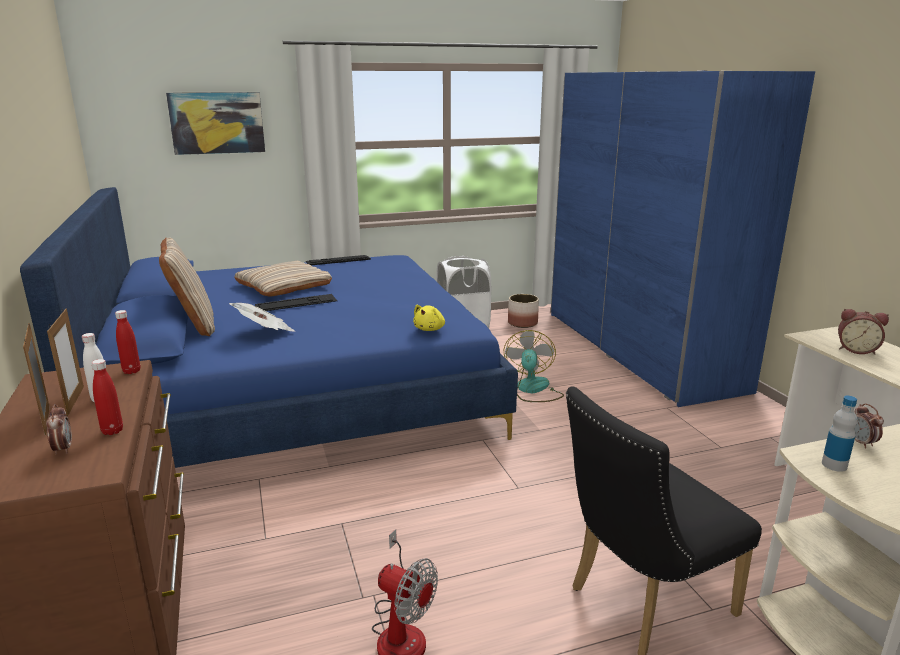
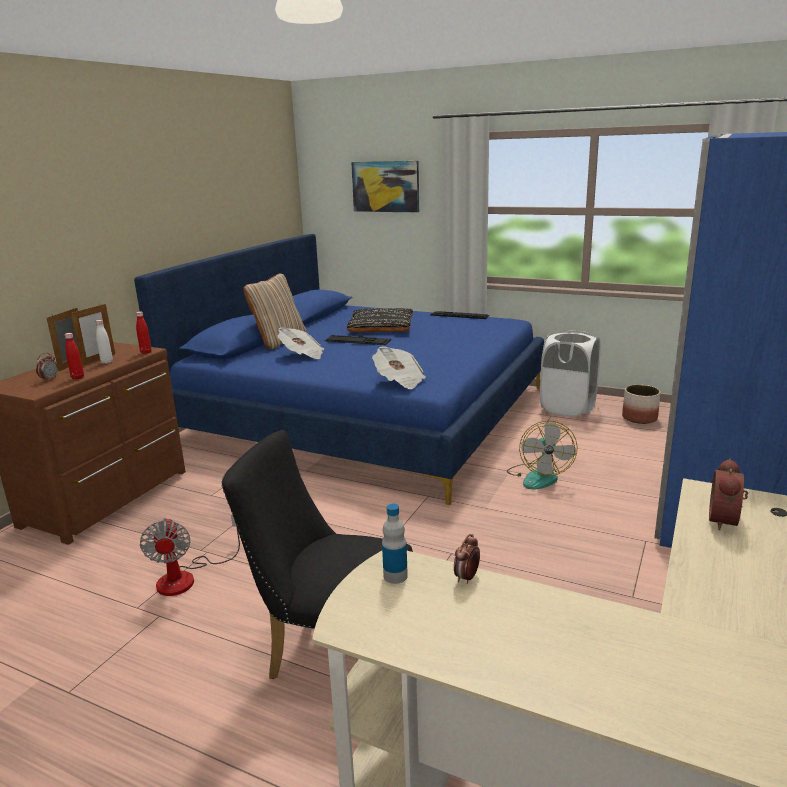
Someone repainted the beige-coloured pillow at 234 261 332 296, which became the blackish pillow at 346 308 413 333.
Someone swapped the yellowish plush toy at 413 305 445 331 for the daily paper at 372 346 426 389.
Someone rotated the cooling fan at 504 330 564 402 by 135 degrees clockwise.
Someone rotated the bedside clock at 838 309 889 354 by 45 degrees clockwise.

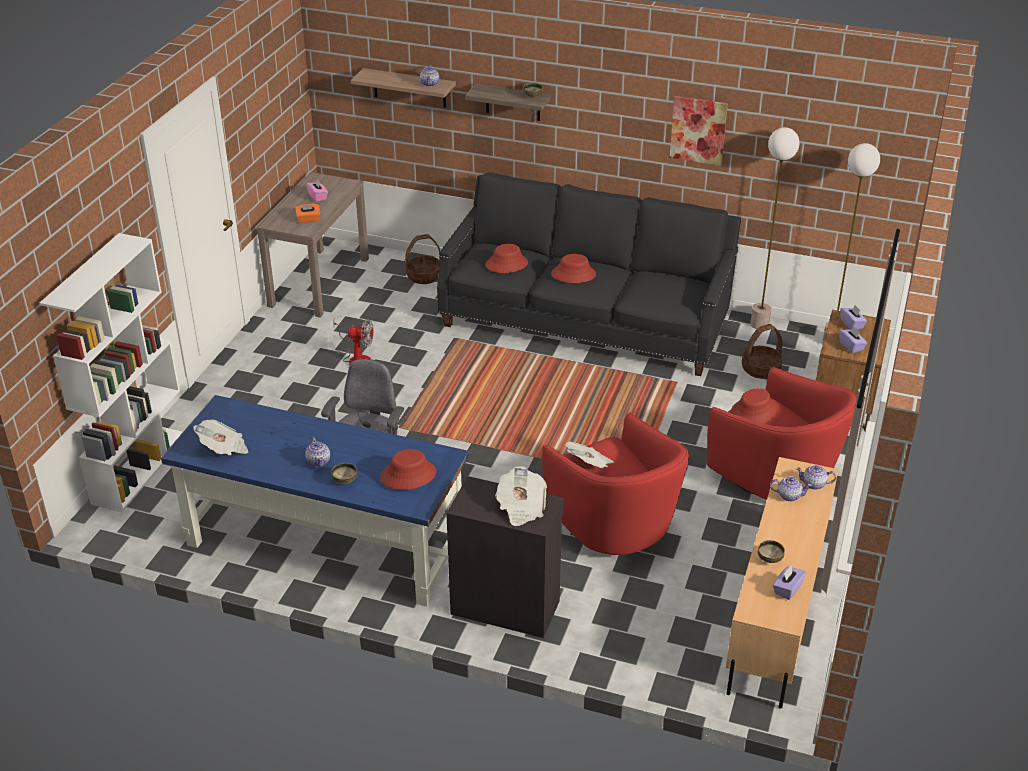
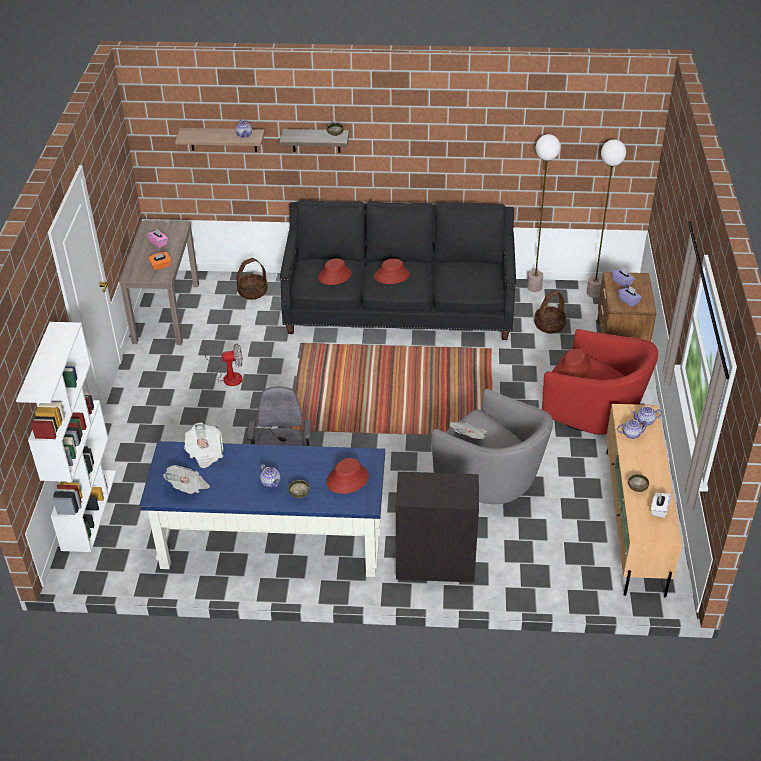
Someone carried the daily paper from 495 466 547 526 to 184 422 223 468.
Someone repainted the reddish lounge chair at 542 413 689 555, which became the grey lounge chair at 432 389 553 504.
Someone repainted the purplish box of tissues at 773 566 806 600, which became the white-coloured box of tissues at 651 493 671 518.
Someone took away the picture at 670 96 728 166.

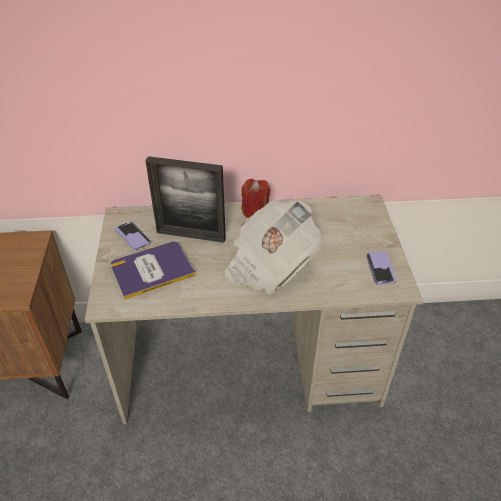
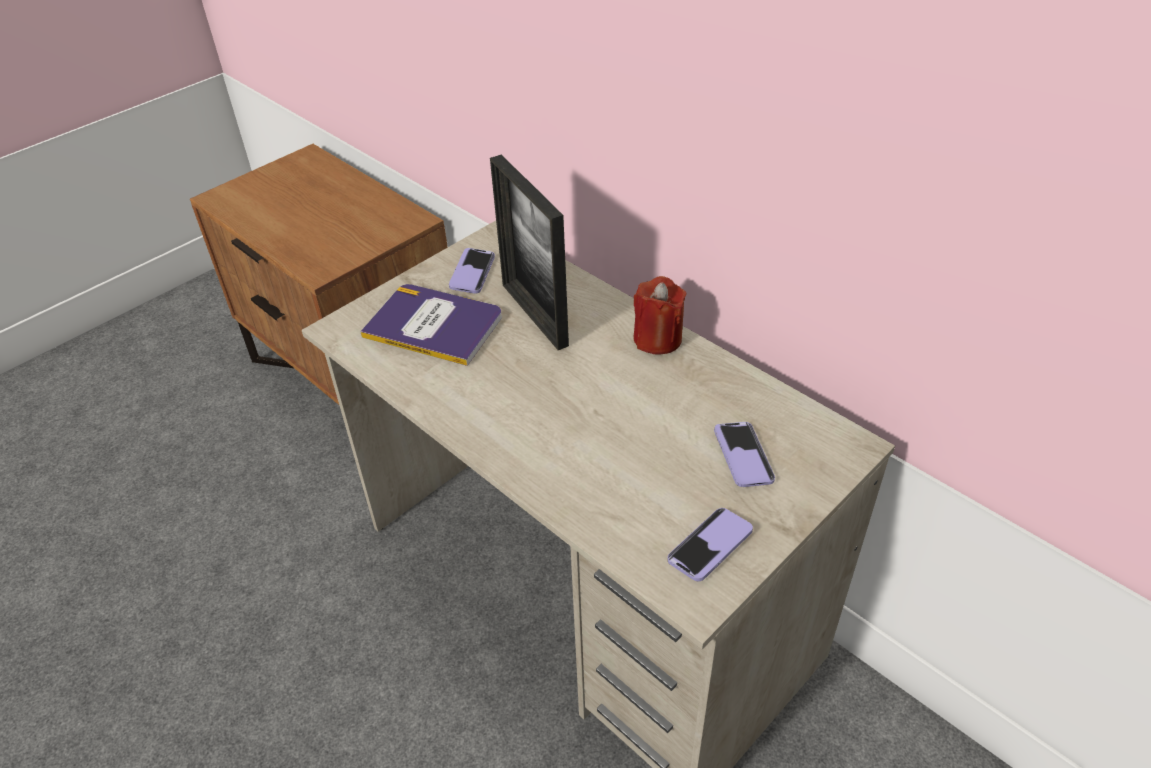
Someone put down the handset at 714 422 775 487.
Someone took away the daily paper at 224 200 321 294.

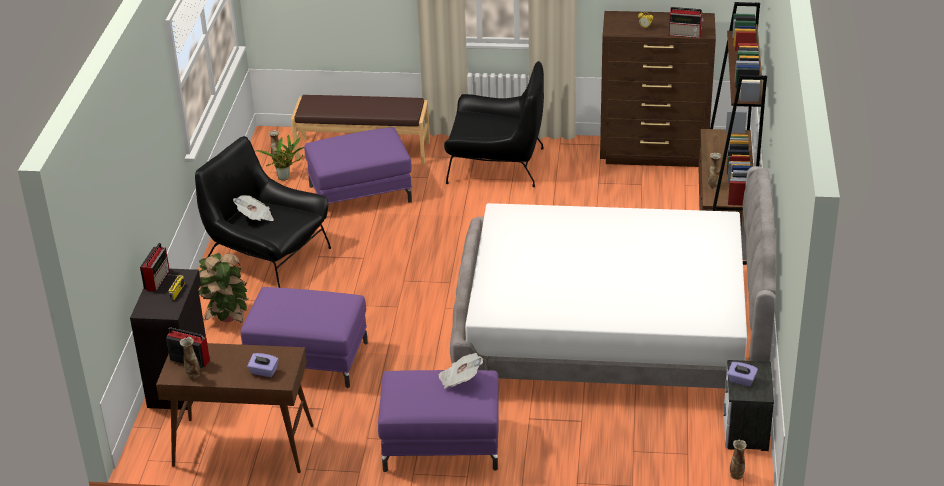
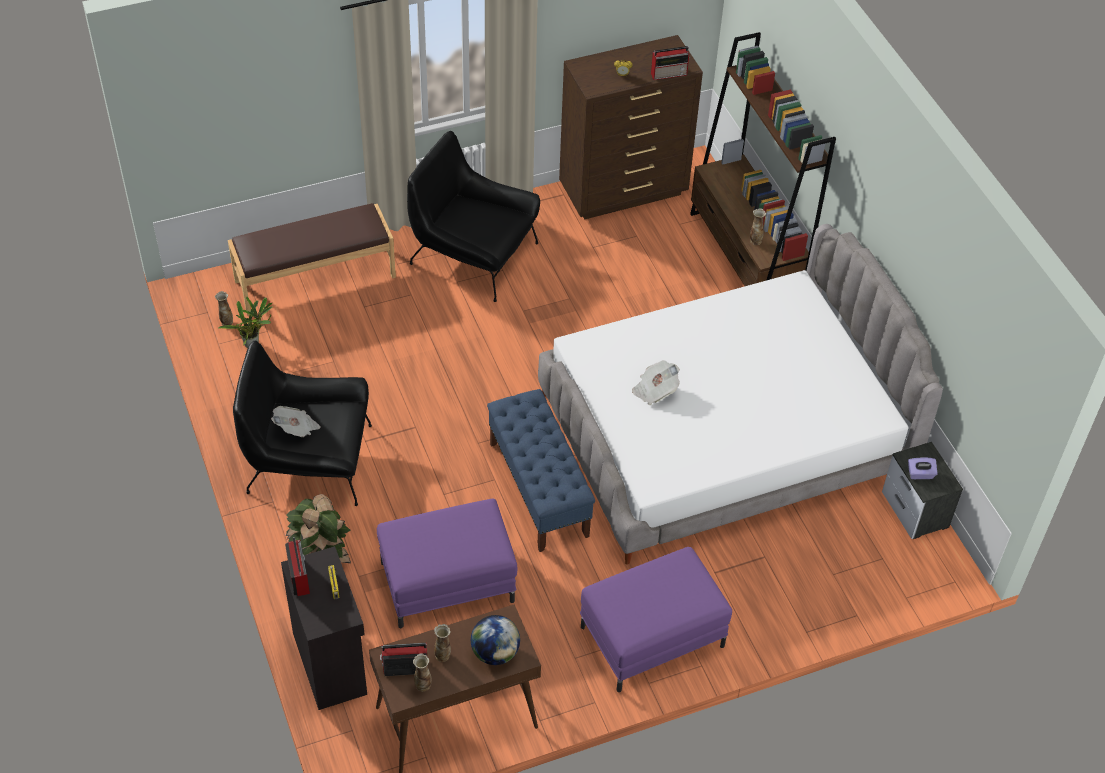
Someone rotated the blackish lounge chair at 444 61 544 187 by 135 degrees counterclockwise.
Someone carried the flower vase from 730 440 747 480 to 434 624 451 662.
Someone swapped the purplish box of tissues at 247 353 279 377 for the globe at 471 615 520 665.
Someone put down the bluish long seat at 487 389 595 552.
Someone carried the daily paper from 438 353 483 389 to 632 360 680 405.
Someone took away the purplish ottoman at 304 127 412 219.

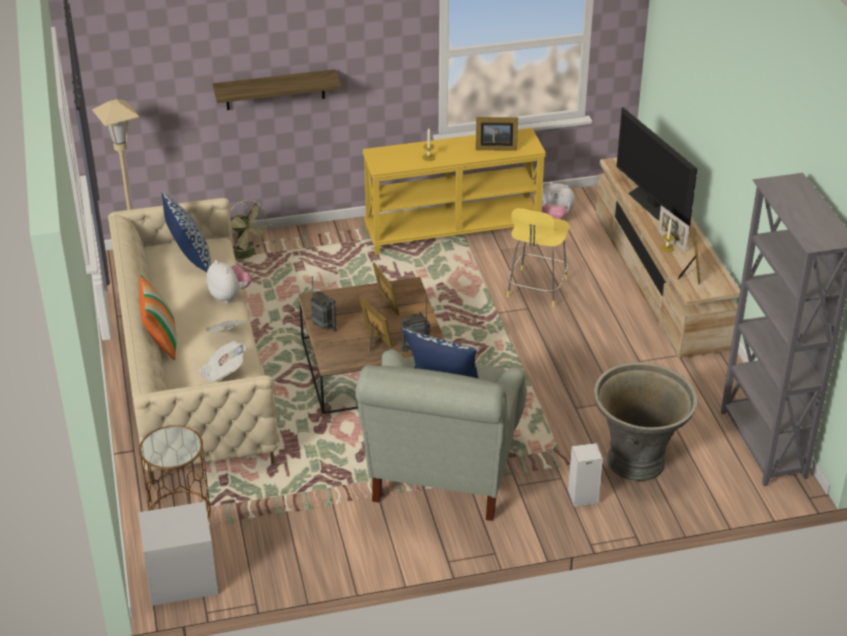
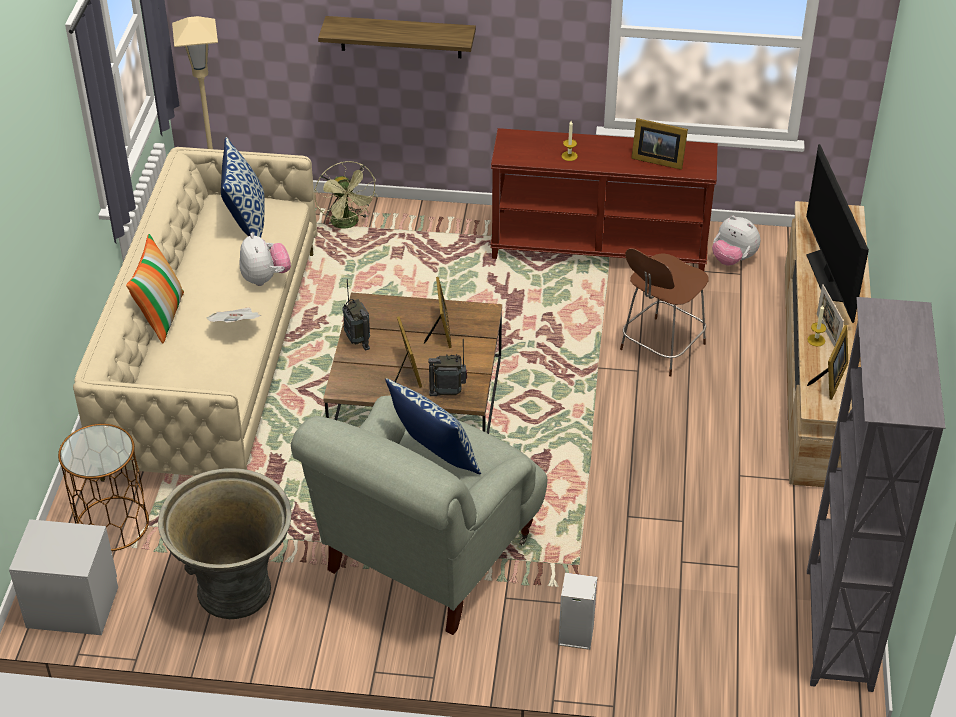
Someone carried the grey plant pot from 594 362 697 481 to 158 468 291 619.
Someone repainted the yellowish narrow table at 363 128 546 255, which became the brown narrow table at 490 128 718 271.
Someone repainted the yellowish sitting stool at 507 208 569 307, which became the brown sitting stool at 620 248 709 376.
Someone took away the daily paper at 198 341 246 384.

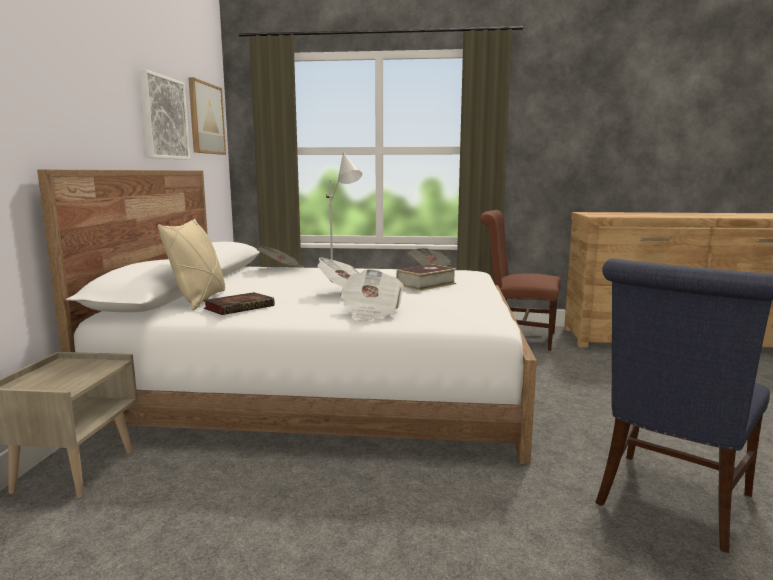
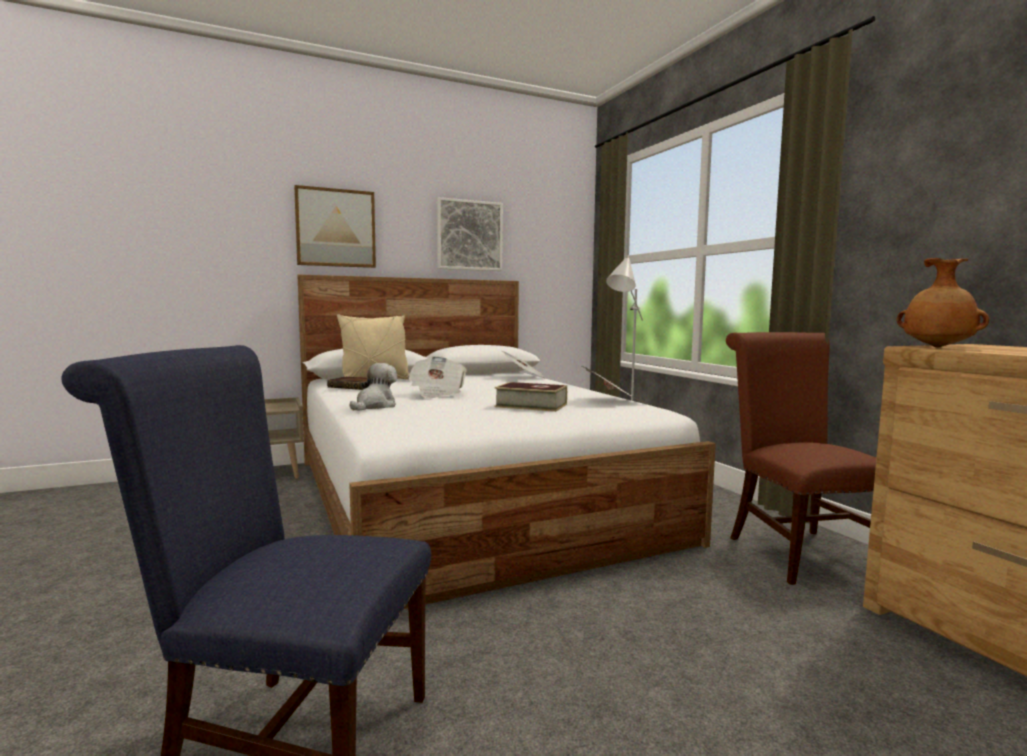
Someone carried the picture from 188 77 226 155 to 294 185 376 268.
Someone swapped the daily paper at 340 269 404 321 for the plush toy at 350 363 397 411.
Someone put down the brown flower vase at 896 258 989 348.

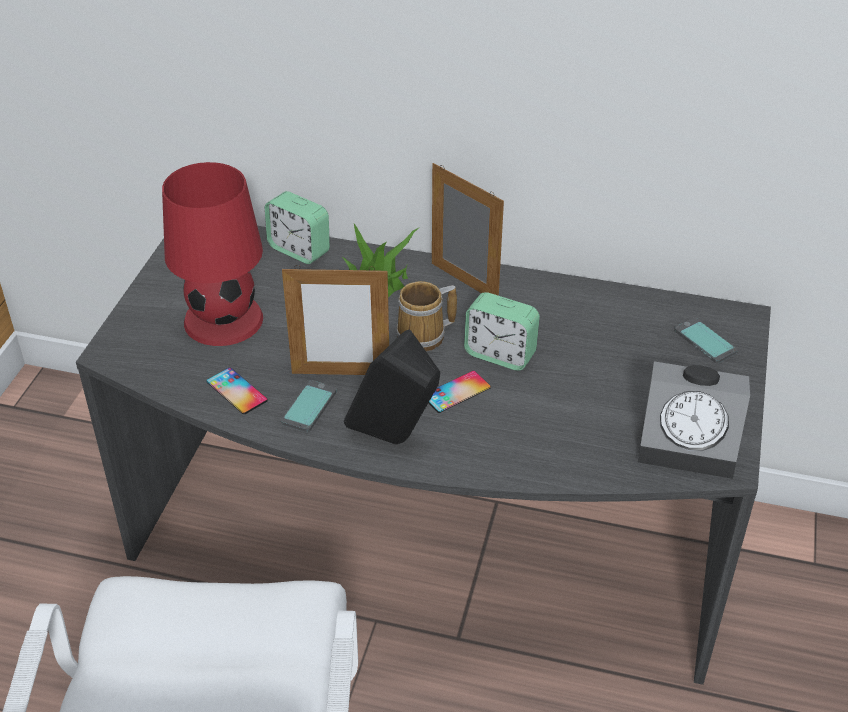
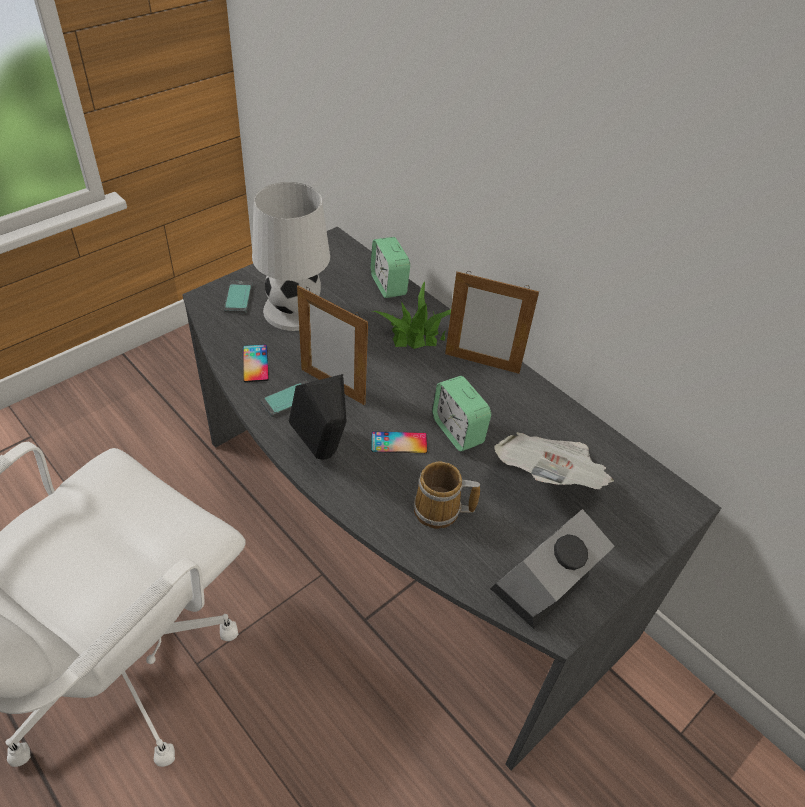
Someone carried the handset from 674 318 738 363 to 224 281 253 313.
Someone repainted the reddish tabletop lamp at 162 162 263 346, which became the white-coloured tabletop lamp at 252 182 330 331.
Someone carried the tea mug from 397 281 457 351 to 414 462 480 529.
Someone rotated the picture frame at 432 163 504 296 by 120 degrees clockwise.
Someone rotated the bedside clock at 638 361 750 479 by 90 degrees clockwise.
Someone put down the daily paper at 495 432 614 489.

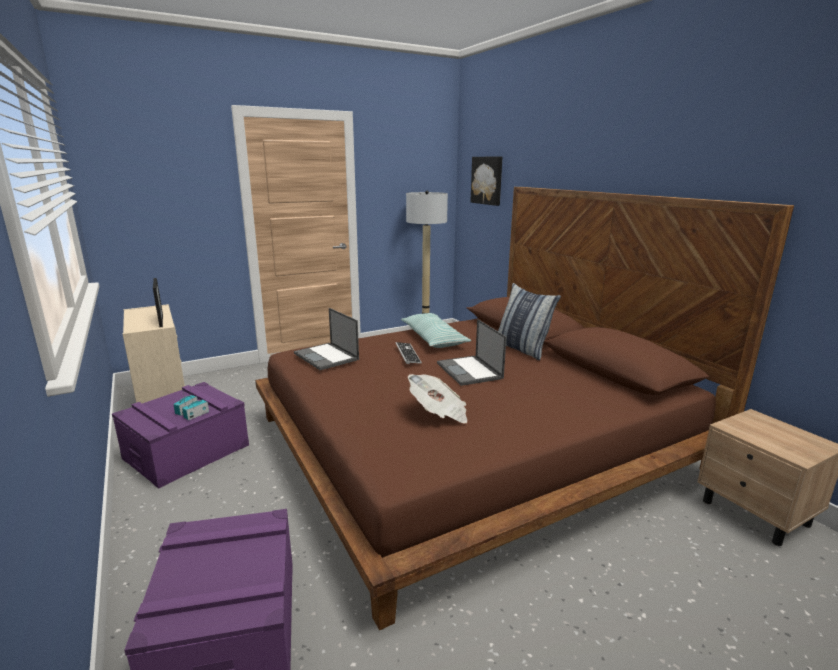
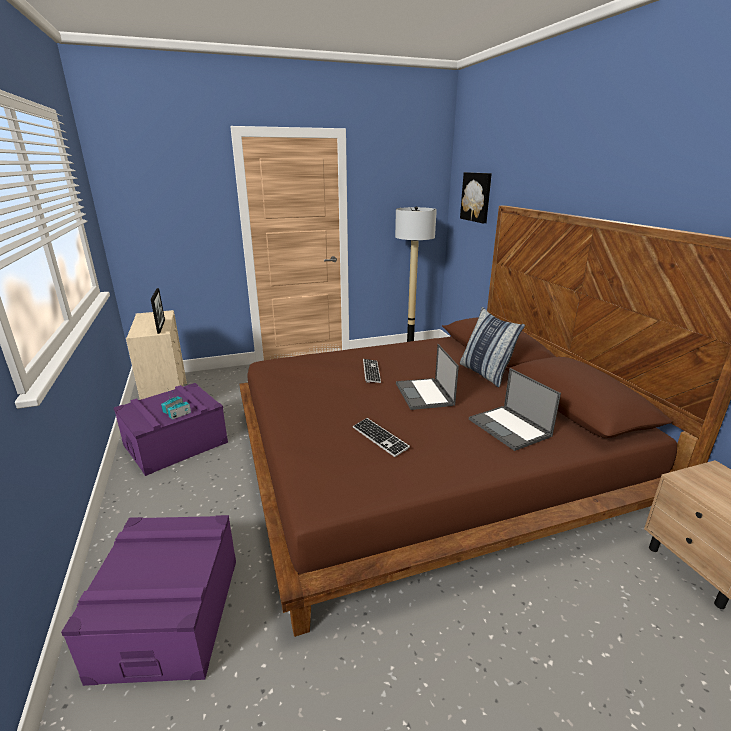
Someone swapped the daily paper at 408 374 467 423 for the computer keyboard at 353 418 410 457.
Someone carried the portable computer from 294 308 359 370 to 469 368 561 451.
Someone took away the pillow at 401 313 471 348.

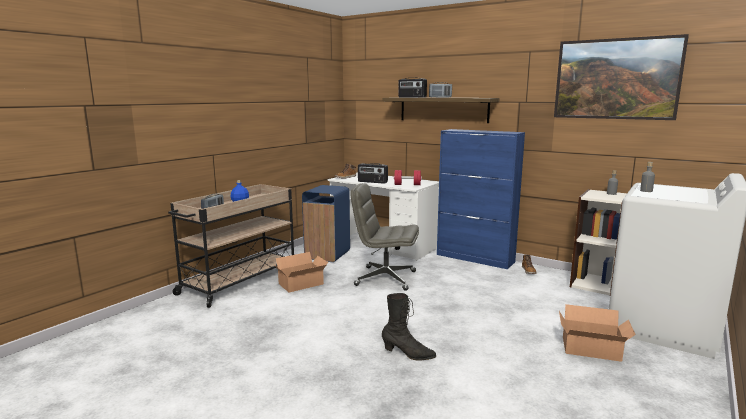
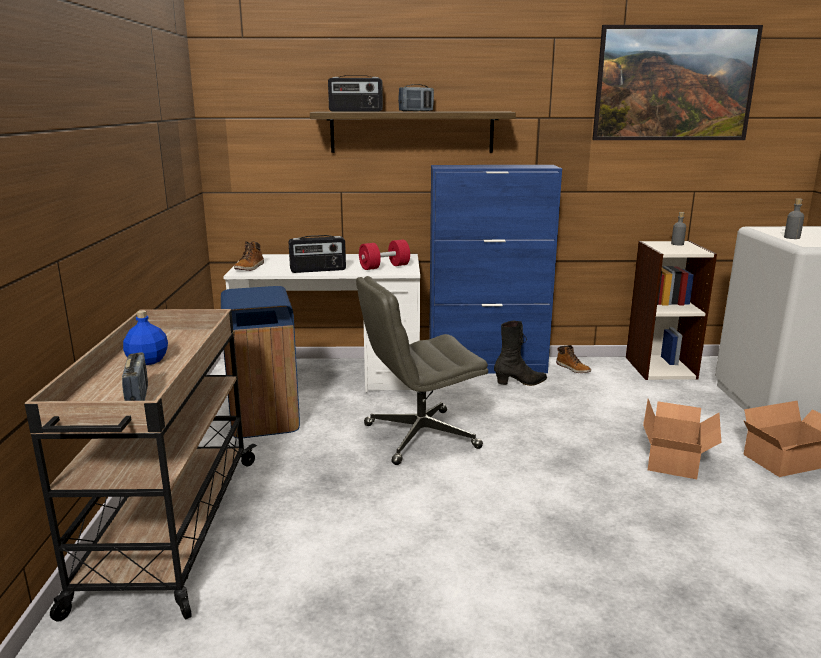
Someone carried the blackish tall boot from 382 293 436 361 to 494 321 547 386.
Someone carried the carton from 273 252 328 292 to 643 399 721 479.

